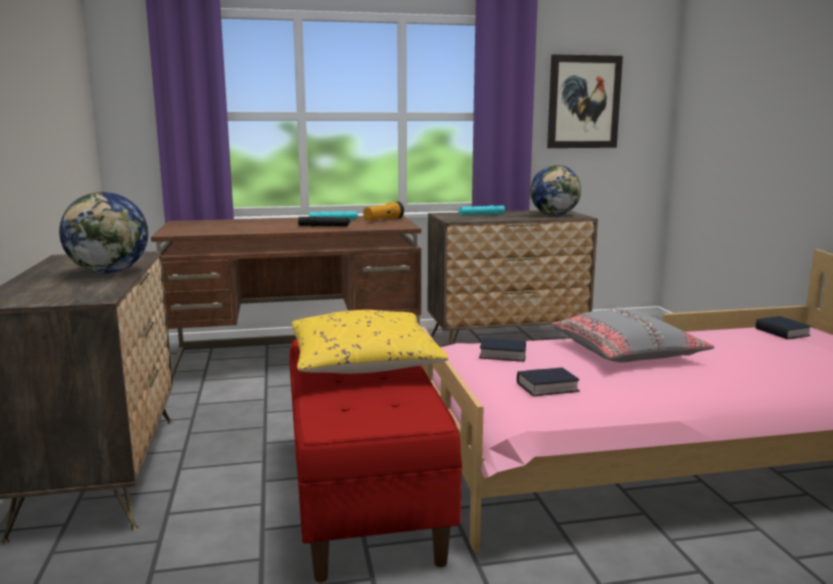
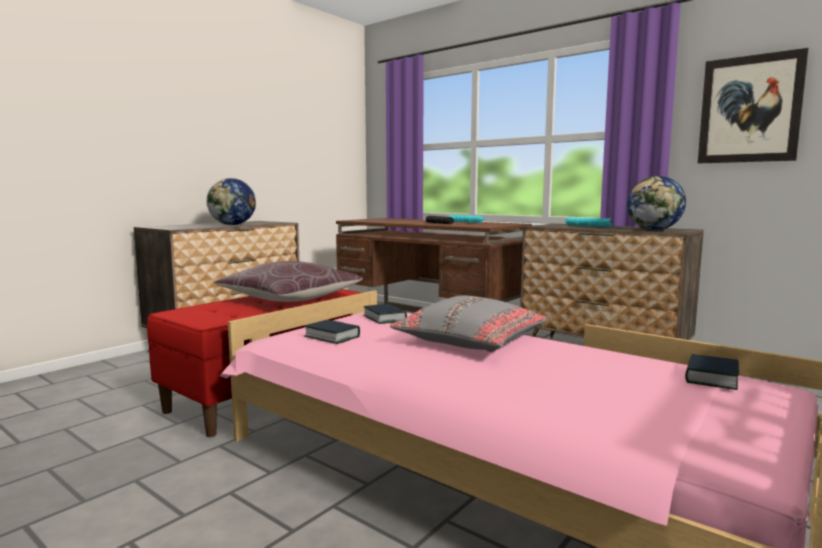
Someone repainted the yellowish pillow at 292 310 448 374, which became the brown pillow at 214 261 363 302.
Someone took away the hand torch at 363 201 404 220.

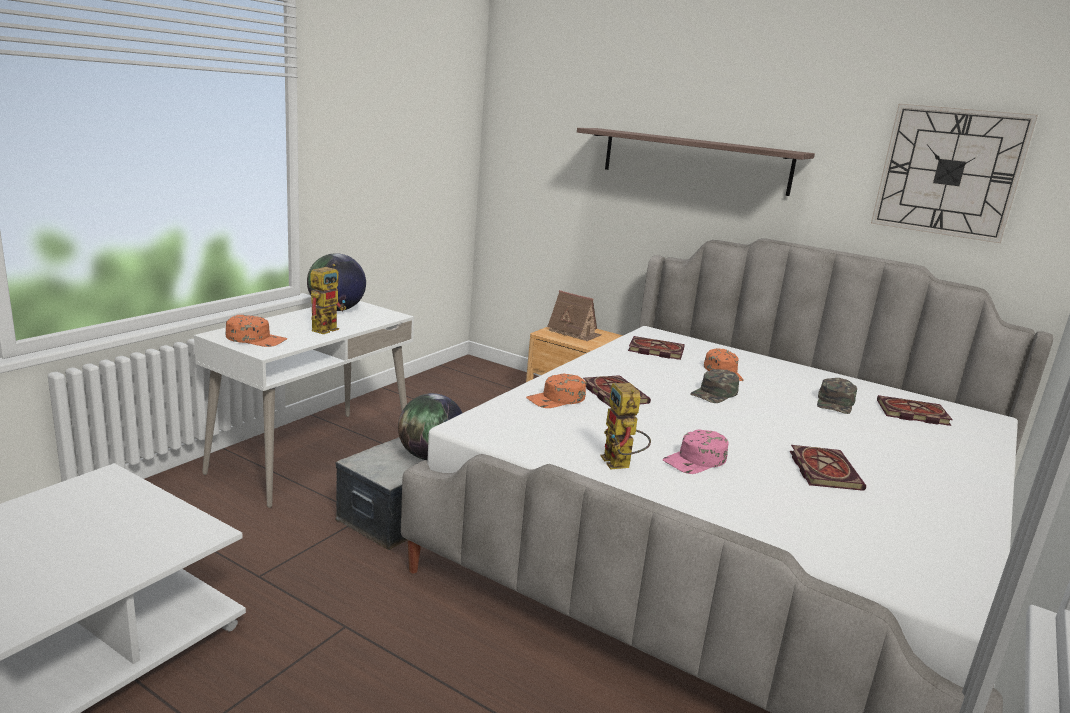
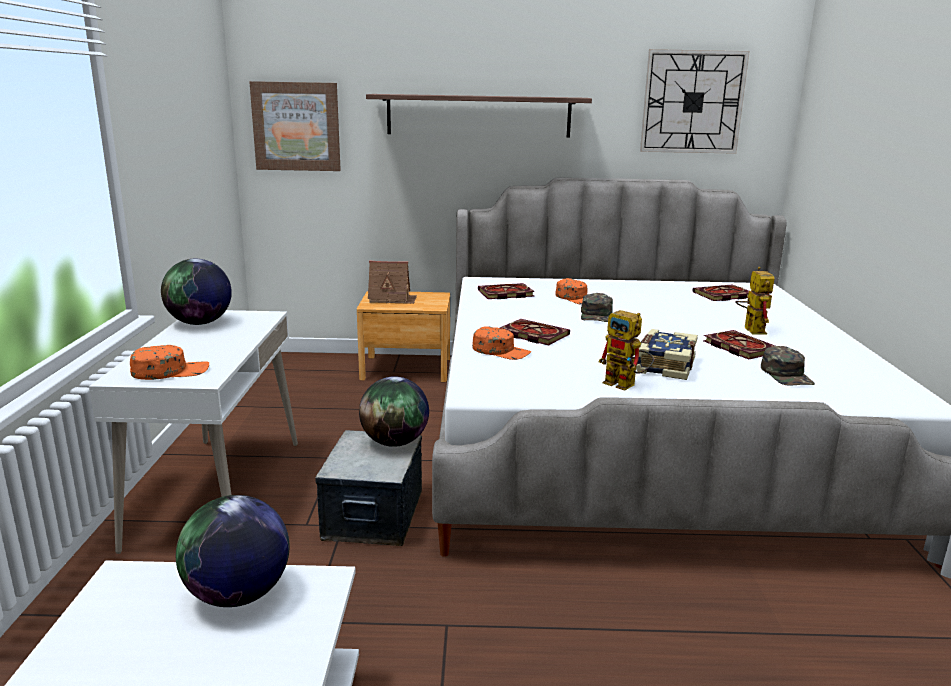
Someone put down the globe at 176 495 289 607.
Someone put up the picture at 249 81 341 171.
Someone rotated the orange peaked cap at 526 374 586 408 by 90 degrees counterclockwise.
Someone swapped the pinkish peaked cap at 663 429 729 474 for the volume at 636 329 698 380.
Someone carried the model robot from 311 264 346 334 to 735 267 774 335.
Someone carried the green-coloured peaked cap from 817 378 857 414 to 761 346 815 386.

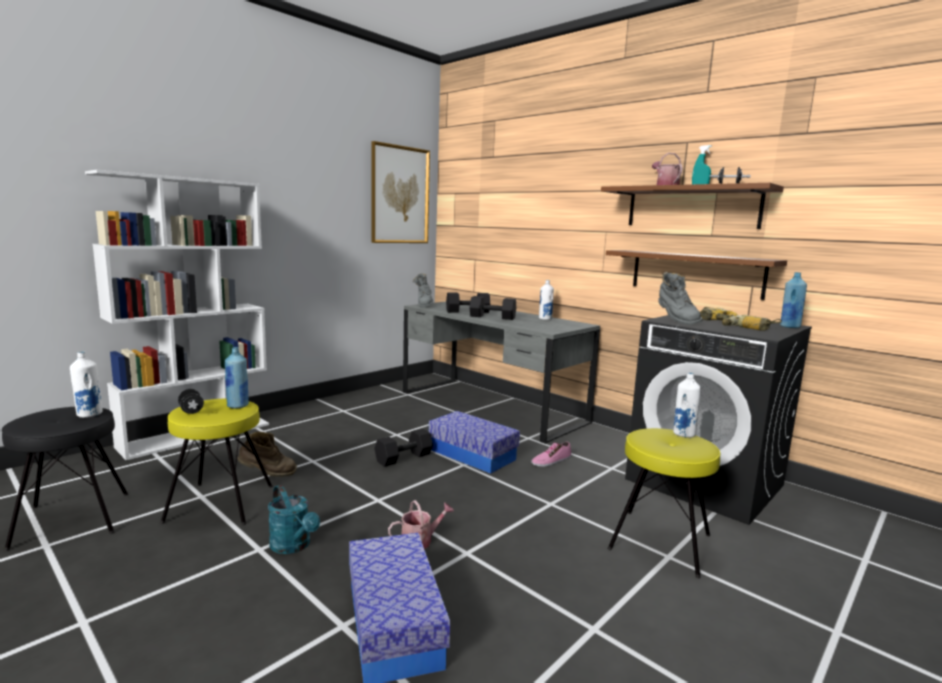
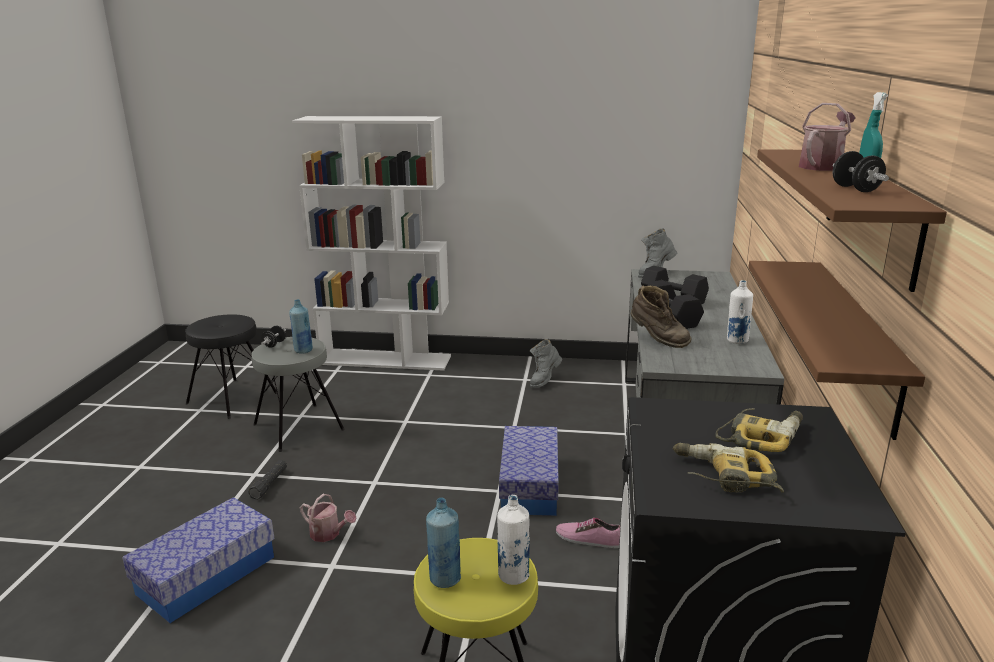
Someone swapped the turquoise-coloured sprinkling can at 268 485 320 554 for the blackish hand torch at 248 460 287 500.
Someone repainted the yellowish sitting stool at 160 399 273 525, which became the grey sitting stool at 251 337 345 452.
Someone carried the bluish beverage bottle from 780 272 807 328 to 426 497 461 588.
Someone carried the grey tall boot from 658 272 702 325 to 530 338 562 388.
Someone carried the brown tall boot from 237 432 297 477 to 631 285 691 348.
Someone took away the white-coloured beverage bottle at 70 352 103 418.
Someone took away the picture at 371 141 430 243.
Someone took away the blackish dumbbell at 374 429 433 467.

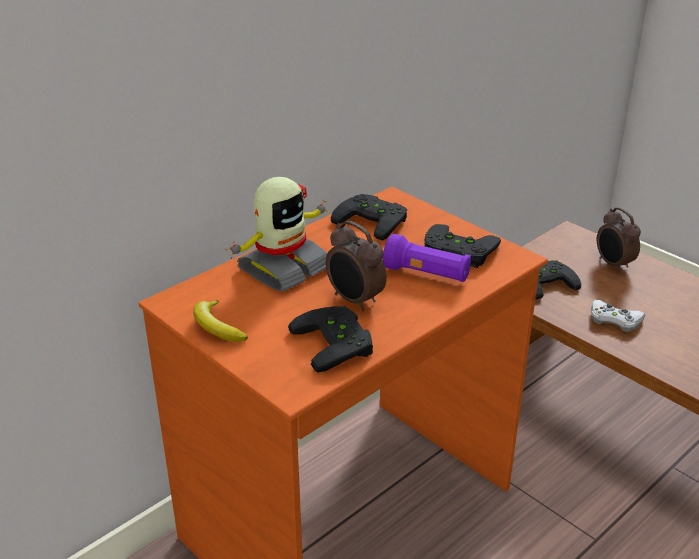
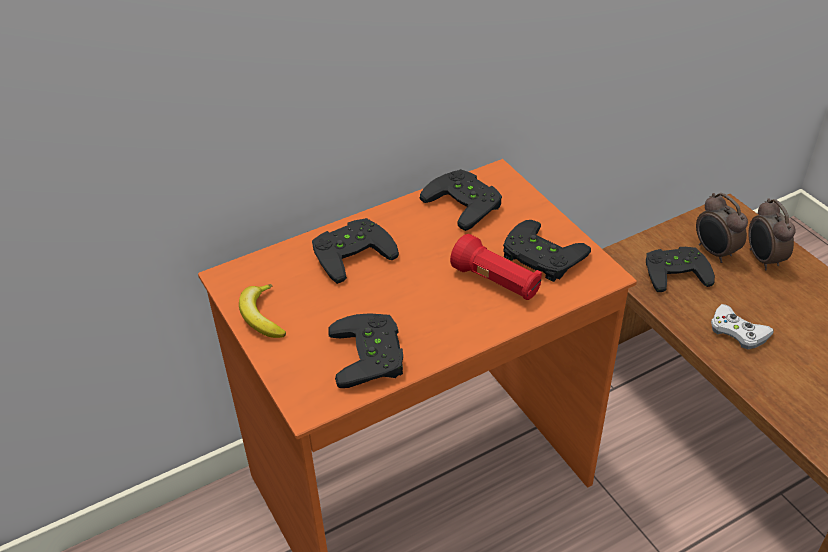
Someone swapped the model robot at 225 177 329 292 for the blackish joypad at 312 218 399 284.
Someone repainted the purplish hand torch at 383 234 471 282, which became the reddish hand torch at 450 234 542 300.
Someone carried the bedside clock from 326 221 387 311 to 696 193 748 263.

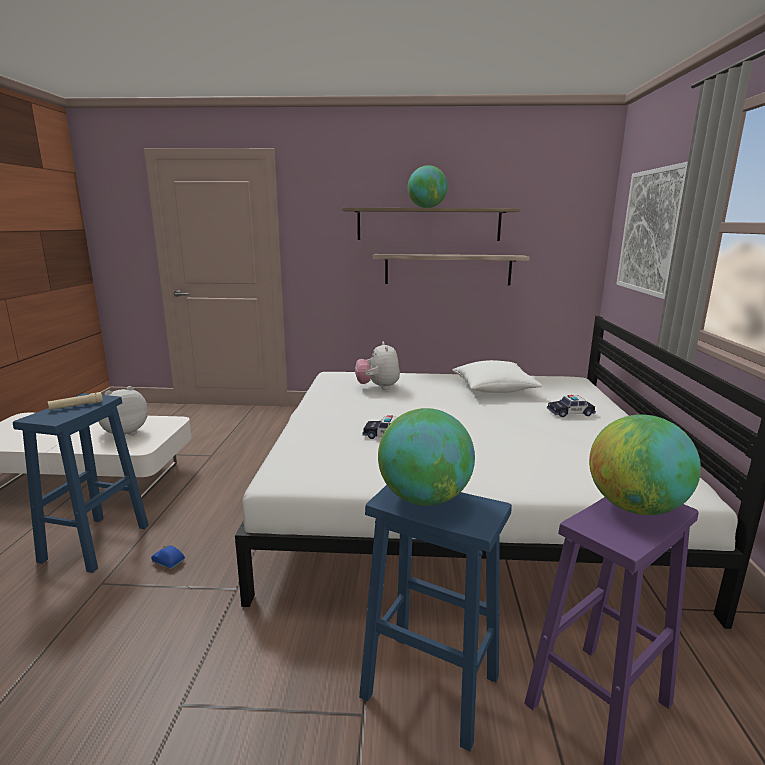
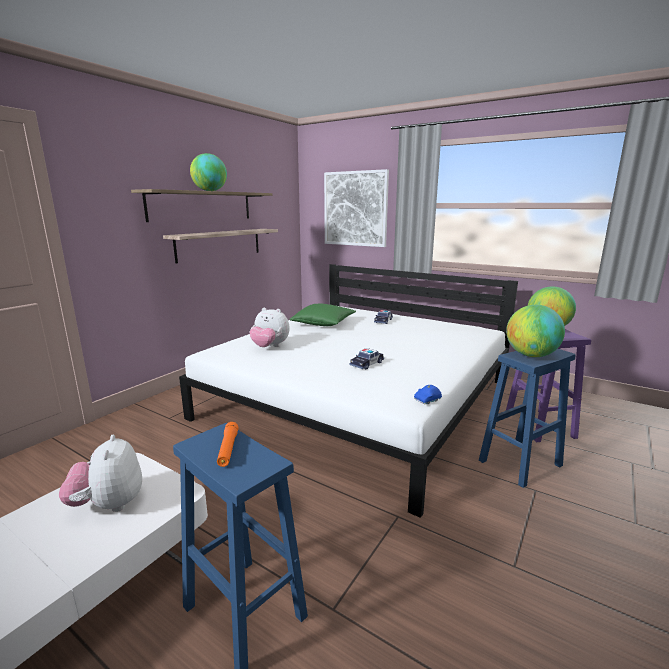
Someone repainted the beige-coloured hand torch at 48 392 103 410, which became the orange hand torch at 217 422 239 467.
Someone repainted the white-coloured pillow at 453 360 543 393, which became the green-coloured pillow at 289 304 356 326.
Someone carried the bluish miniature car from 151 545 185 569 to 414 385 442 404.

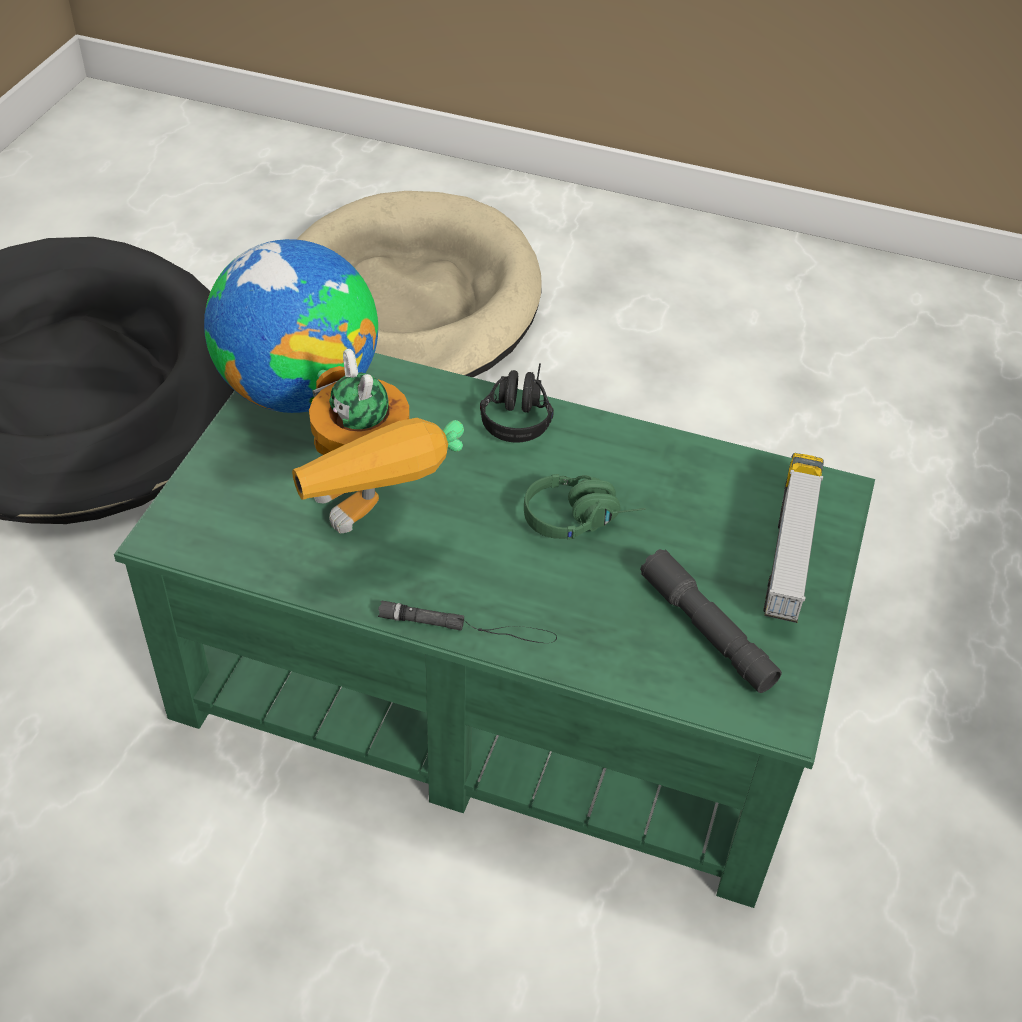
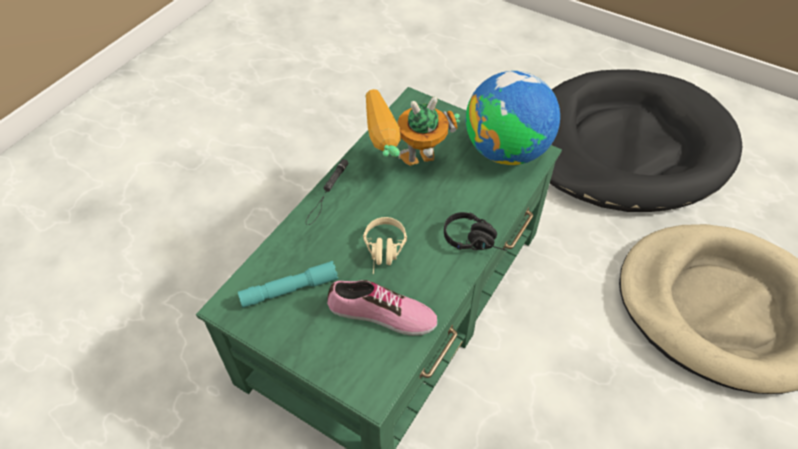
Someone repainted the grey hand torch at 640 549 782 693, which became the turquoise-coloured hand torch at 238 261 338 308.
Someone put down the shoe at 327 280 437 336.
Someone repainted the green-coloured headphones at 524 474 646 540, which became the beige-coloured headphones at 363 217 407 274.
Someone took away the model truck at 763 453 824 623.

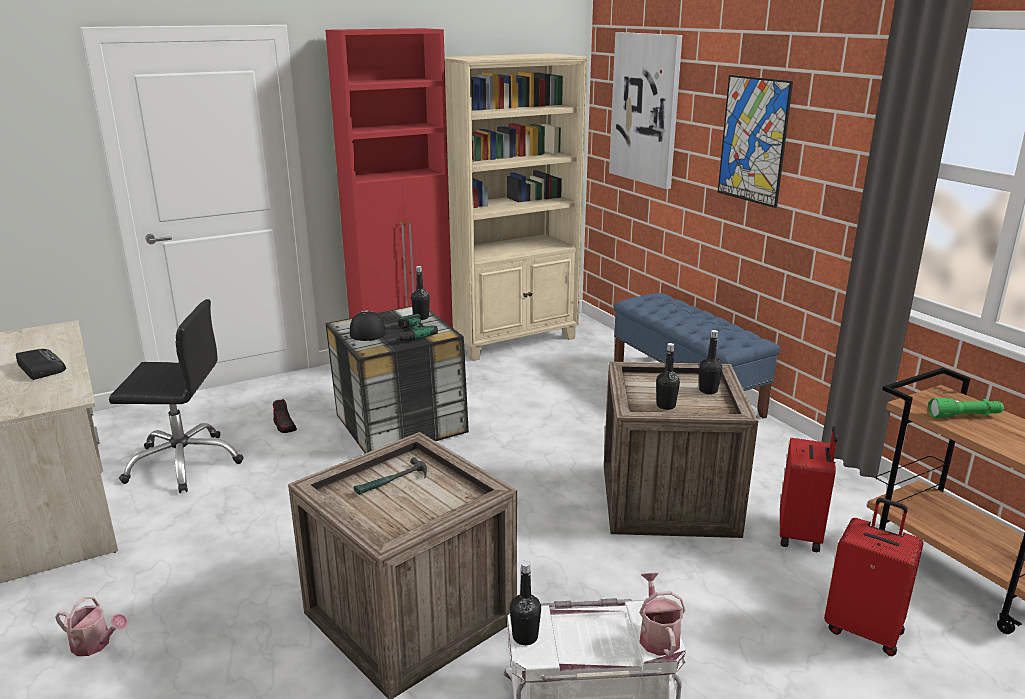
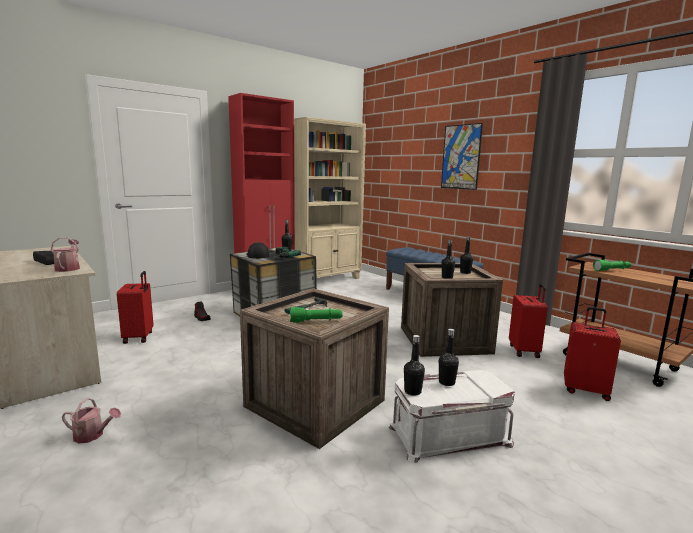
Someone carried the sprinkling can from 639 573 685 656 to 51 237 80 272.
Someone swapped the blackish computer chair at 109 299 244 493 for the reddish piece of luggage at 117 271 153 344.
Someone put down the green-coloured hand torch at 290 307 343 323.
Someone put down the blackish beverage bottle at 439 329 459 386.
Someone took away the picture at 609 32 682 189.

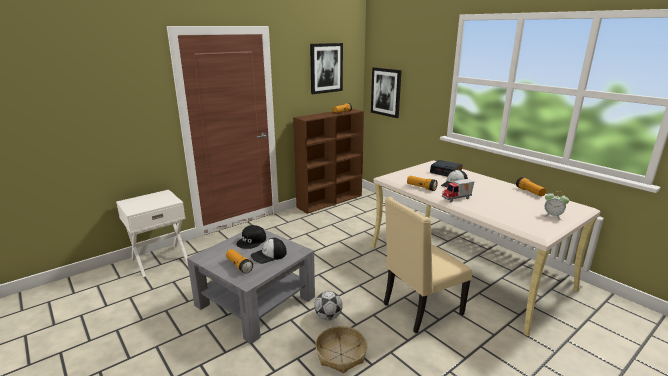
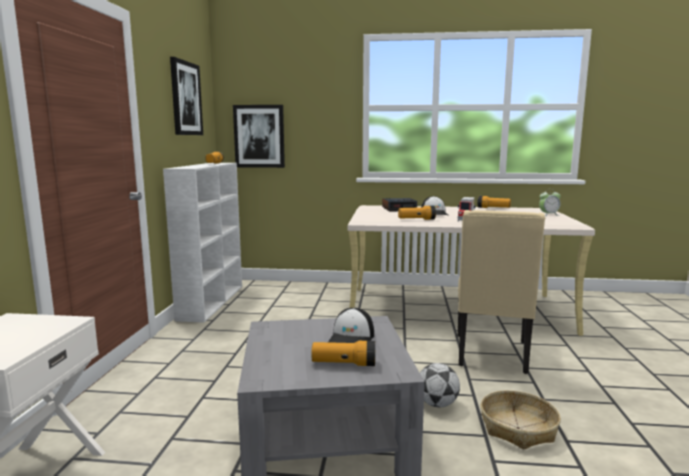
Someone repainted the brown shelving unit at 293 109 364 214, which became the white-coloured shelving unit at 163 163 242 323.
Someone took away the blackish peaked cap at 236 225 266 249.

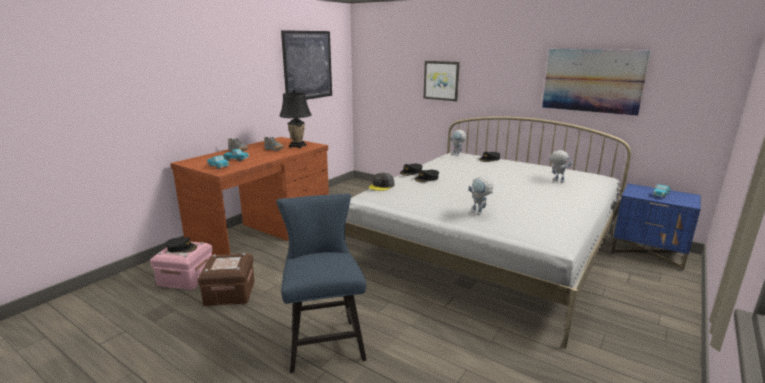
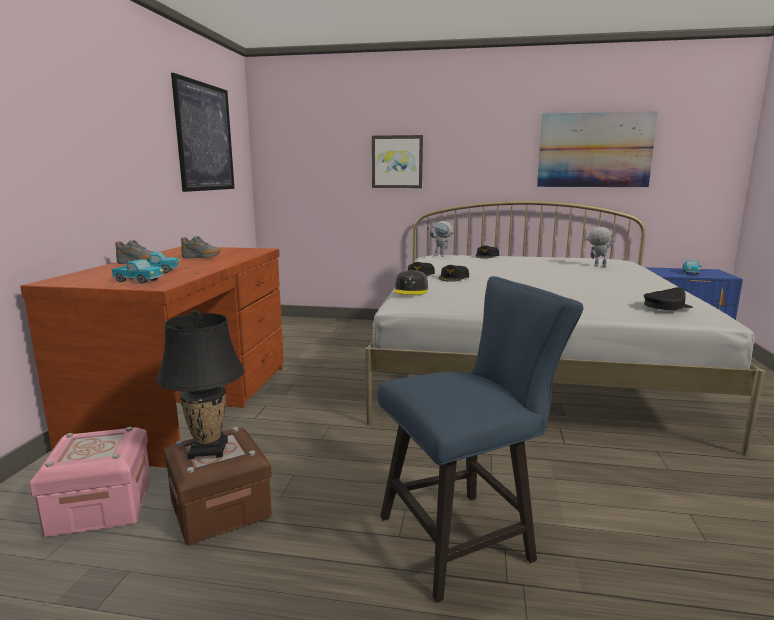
Someone carried the blackish tabletop lamp from 280 90 312 148 to 156 310 244 459.
Someone rotated the bluish chair at 276 193 366 373 by 105 degrees clockwise.
Someone carried the blackish peaked cap from 166 237 197 253 to 644 287 693 310.
Someone took away the model robot at 469 176 493 215.

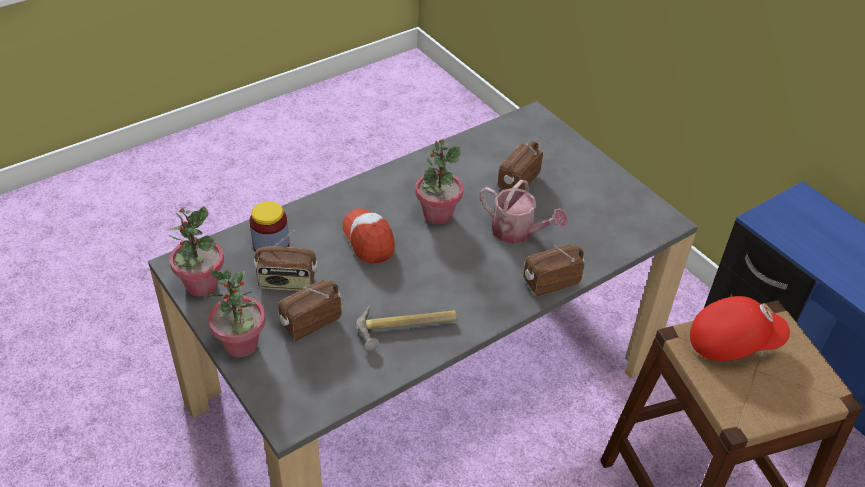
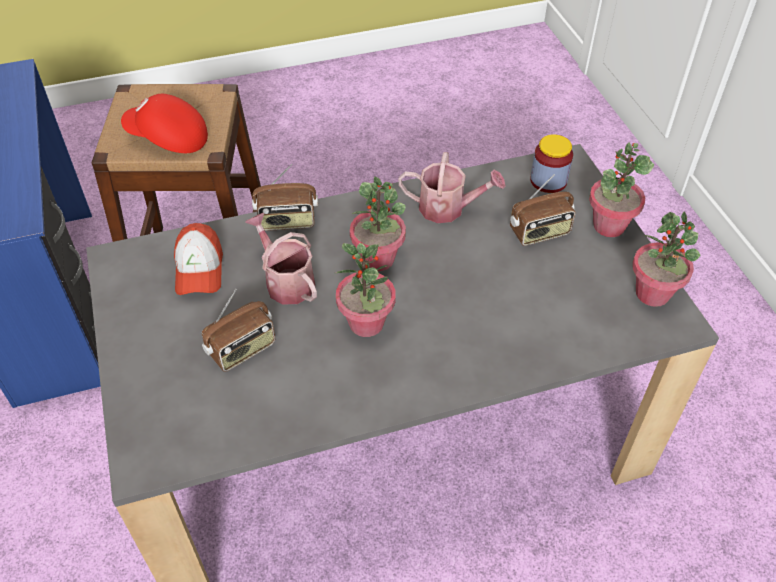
Someone carried the peaked cap from 343 208 395 264 to 174 223 223 295.
Someone put down the potted plant at 350 176 406 271.
Someone swapped the hammer at 356 306 457 351 for the sprinkling can at 398 152 506 223.
Someone carried the storage jar from 249 201 289 255 to 530 134 573 193.
Someone took away the radio at 254 230 318 291.

